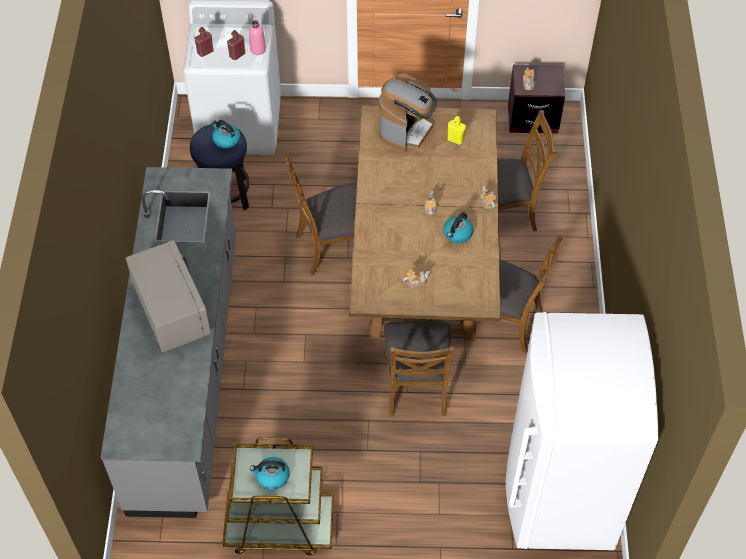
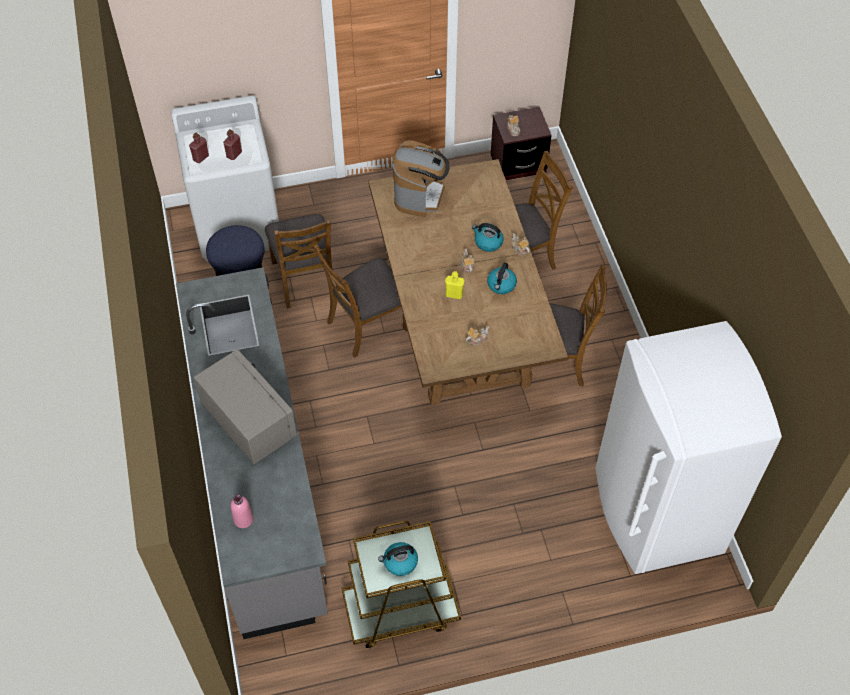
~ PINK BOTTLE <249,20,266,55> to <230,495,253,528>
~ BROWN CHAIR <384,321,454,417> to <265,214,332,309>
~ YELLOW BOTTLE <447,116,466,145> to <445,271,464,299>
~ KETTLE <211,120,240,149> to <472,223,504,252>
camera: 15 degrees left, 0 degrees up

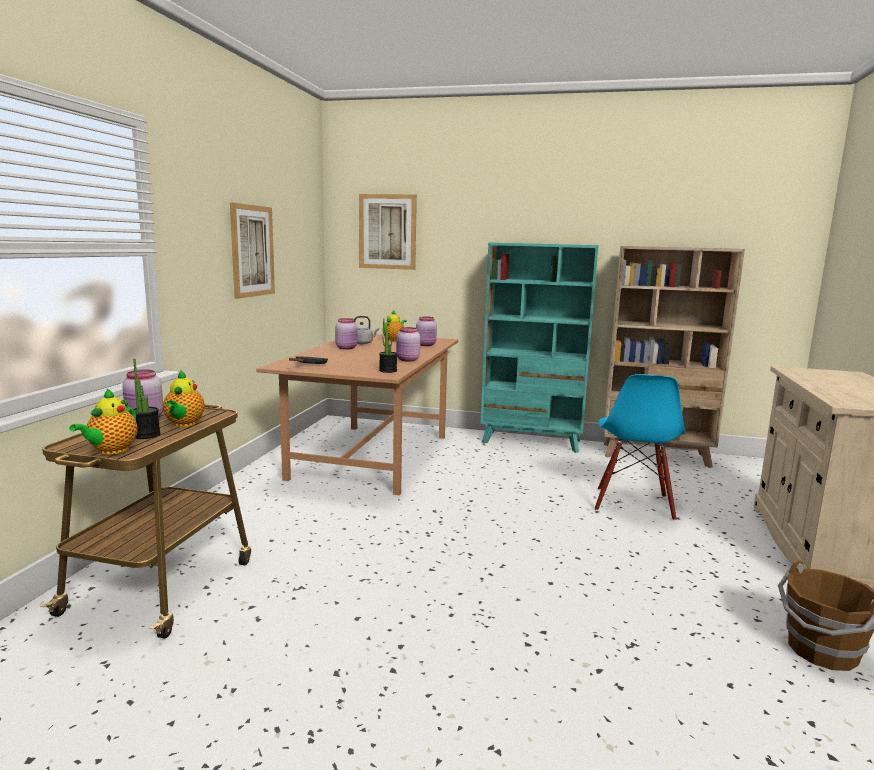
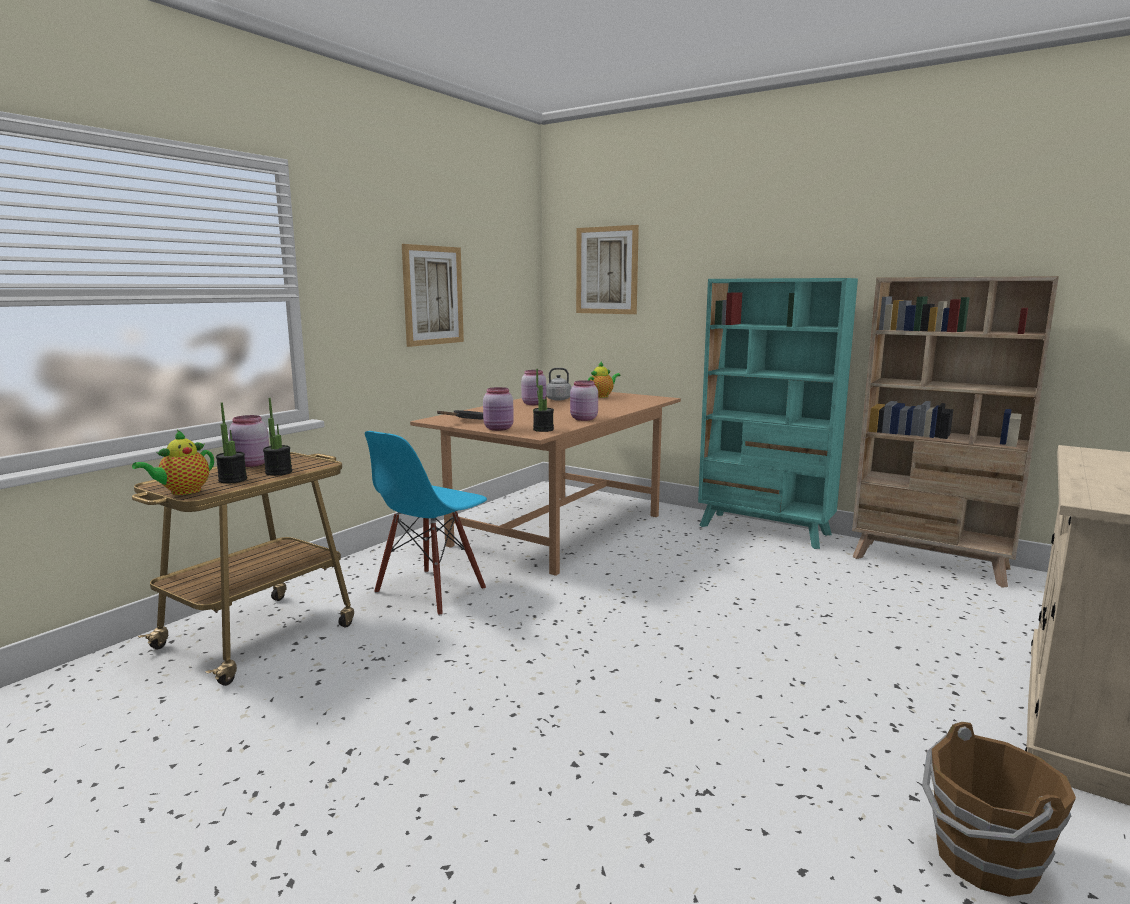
~ TEAPOT <163,370,205,427> to POTTED PLANT <263,398,292,476>
~ BLUE CHAIR <595,374,686,521> to <365,431,487,616>
~ PINK JAR <416,317,437,346> to <483,387,514,431>
camera: 20 degrees right, 0 degrees up

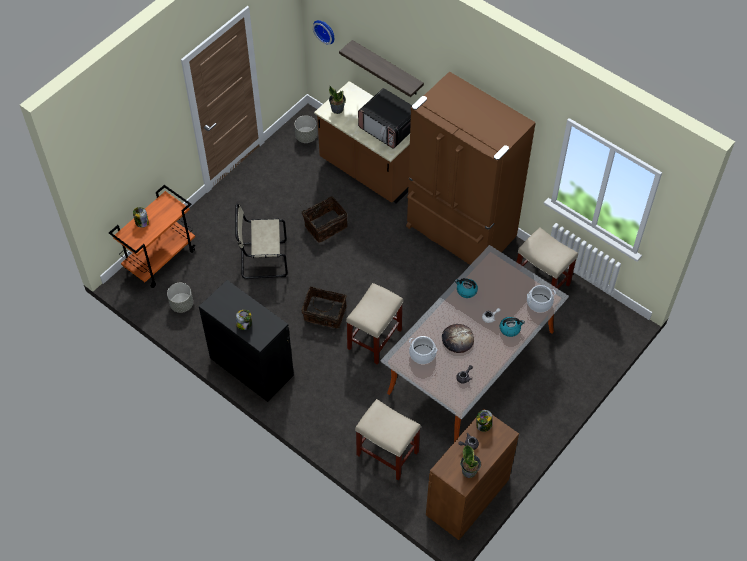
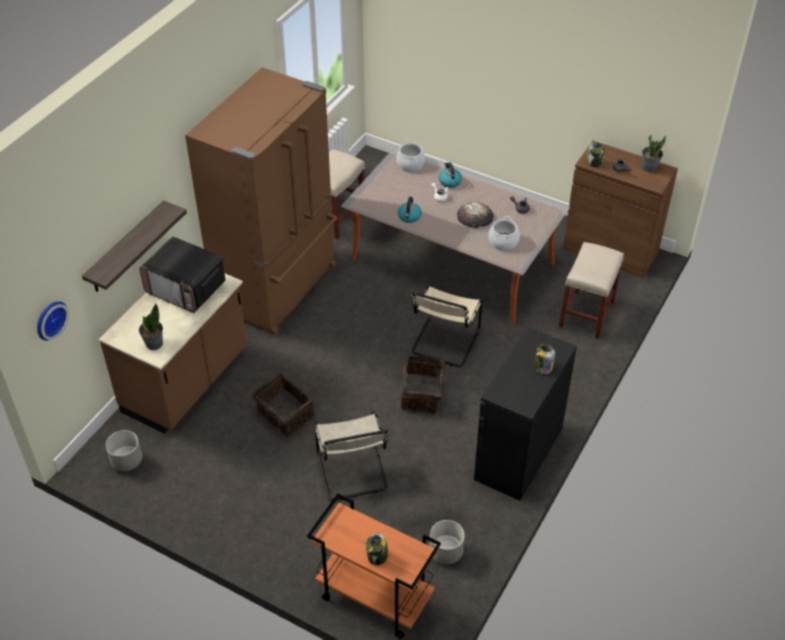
~ MICROWAVE <358,88,412,149> = <139,237,226,313> 90 degrees clockwise
~ BEIGE STOOL <346,283,403,365> to BEIGE CHAIR <411,284,483,367>
camera: 100 degrees left, 10 degrees down

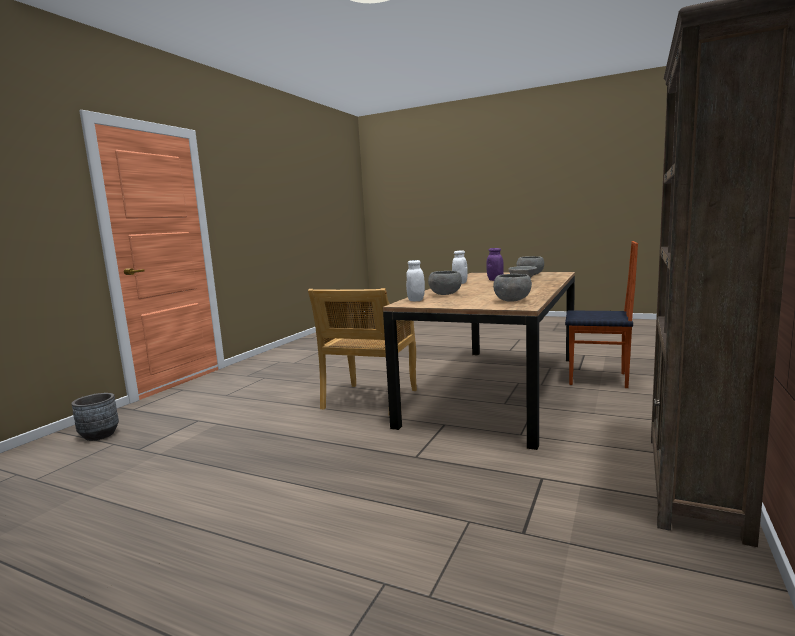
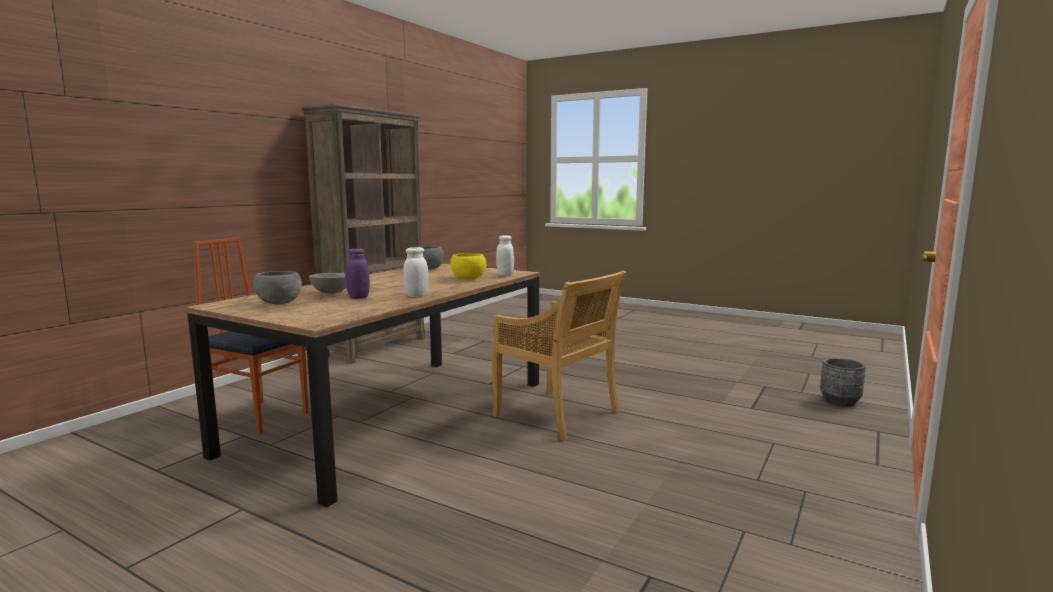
~ GREY BOWL <428,271,462,295> to YELLOW BOWL <450,253,486,280>
~ BEIGE CHAIR <308,288,417,410> = <492,271,627,441> 105 degrees clockwise
camera: 175 degrees left, 0 degrees up

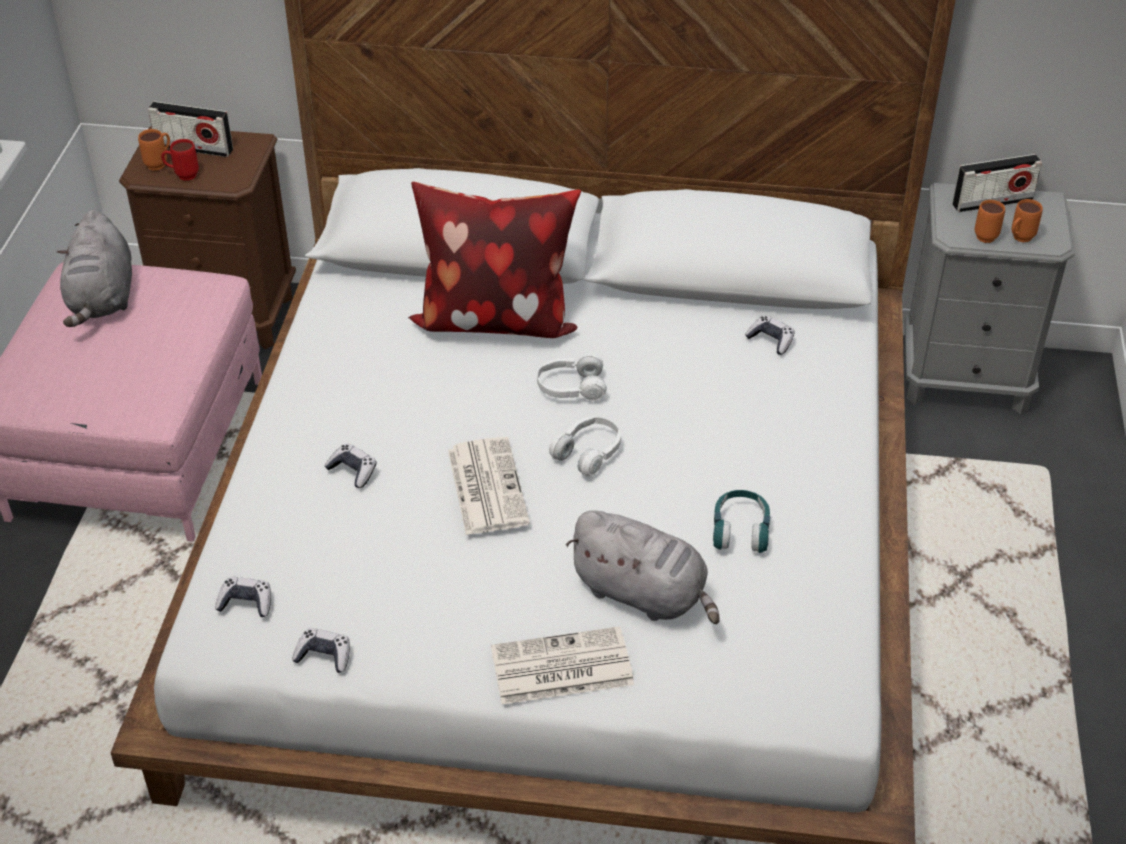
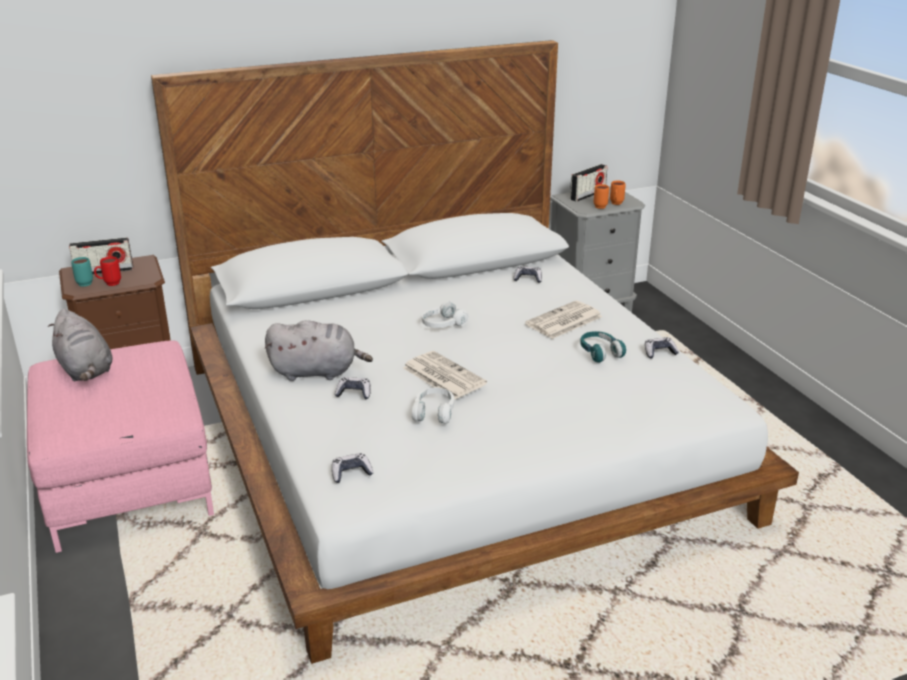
~ ORANGE MUG <138,129,170,171> to TURQUOISE MUG <71,257,93,287>
~ GREY PLUSH TOY <566,511,720,624> to <265,320,373,381>
~ WHITE HEADPHONES <549,417,621,476> to <412,388,454,424>
~ NEWSPAPER <491,627,634,704> to <525,301,603,339>
~ GAME CONTROLLER <292,628,350,673> to <645,337,679,358>
- PILLOW <408,181,581,338>
camera: 30 degrees left, 15 degrees down

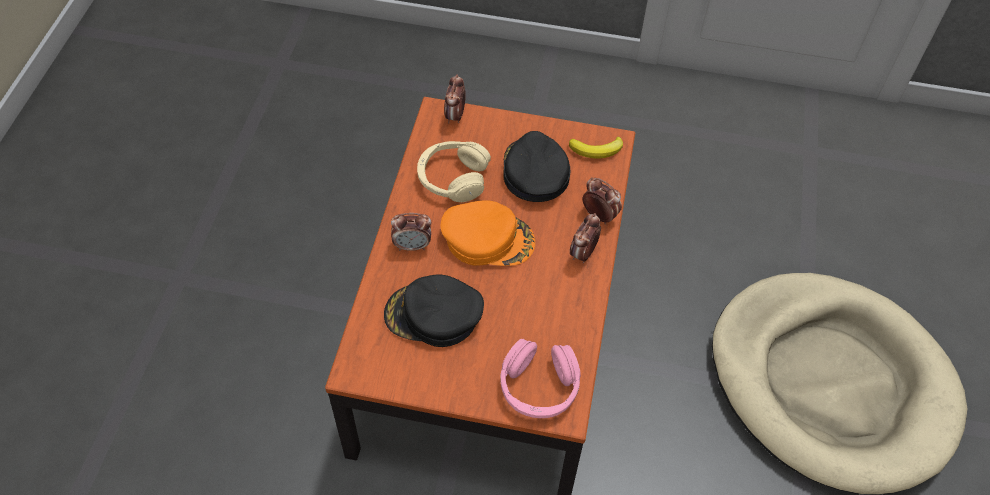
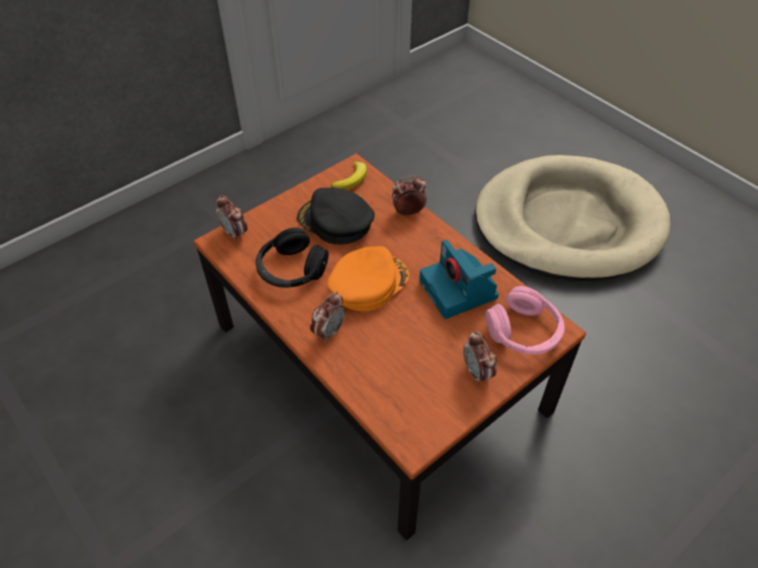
~ BEIGE HEADPHONES <417,141,491,202> to BLACK HEADPHONES <255,228,329,288>
+ PHOTO CAMERA <419,240,499,319>
~ ALARM CLOCK <570,213,601,263> to <463,331,497,384>
- BLACK CAP <384,274,484,347>
camera: 50 degrees left, 5 degrees down

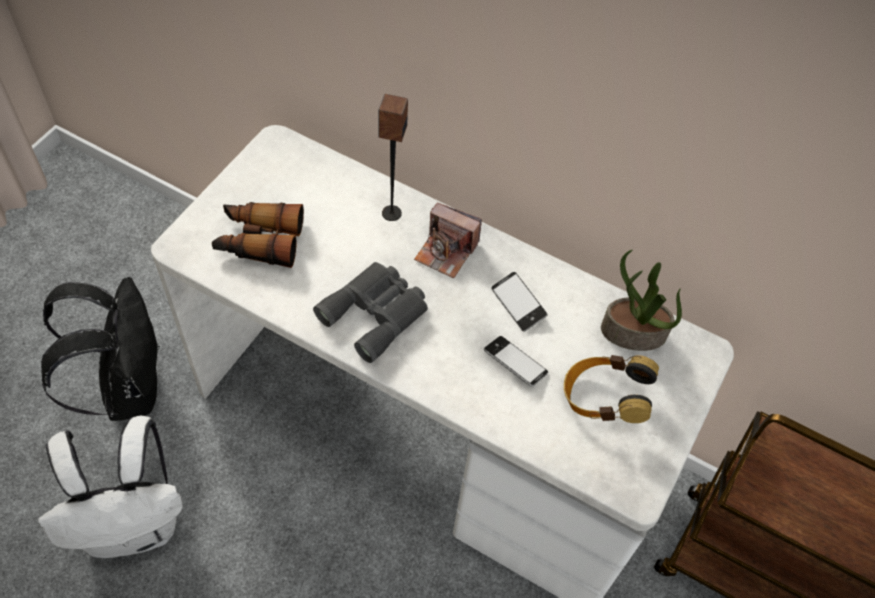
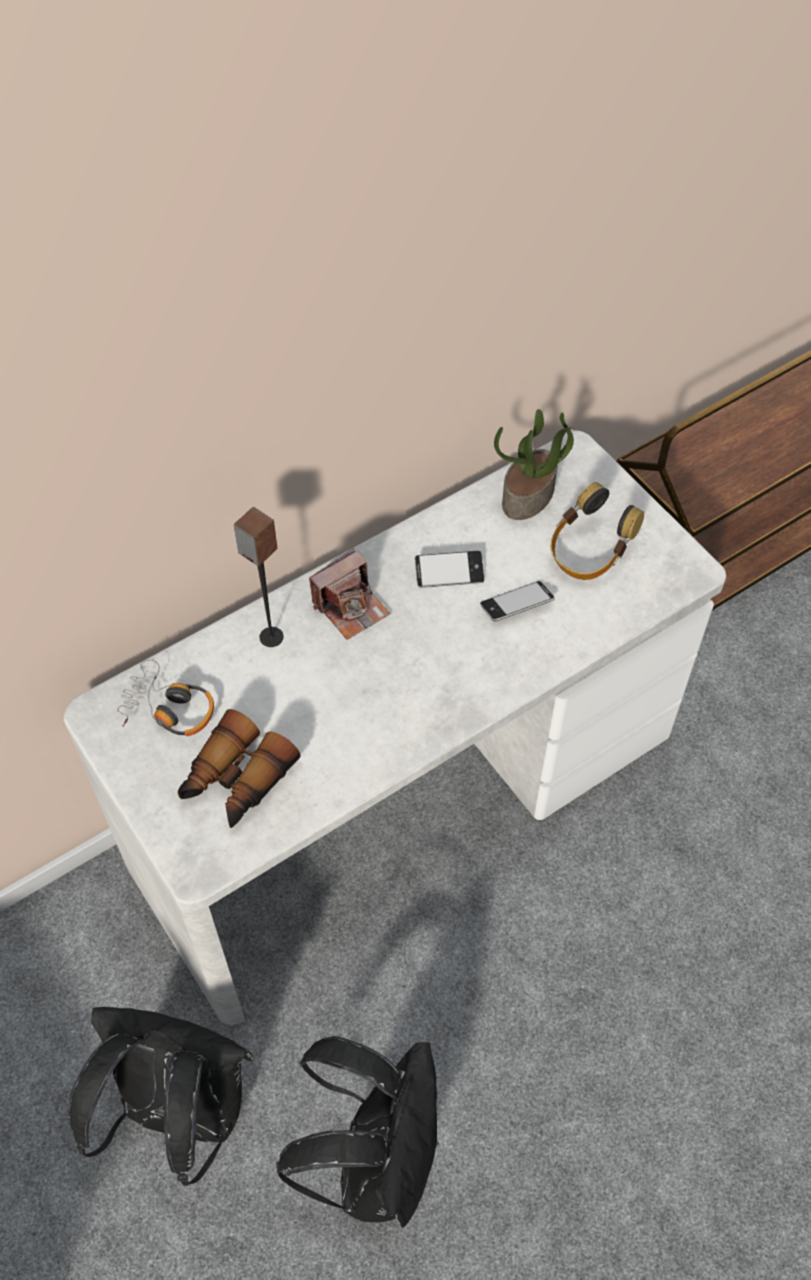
+ HEADPHONES <117,660,214,736>
~ WHITE BACKPACK <38,416,183,558> to BLACK BACKPACK <276,1036,440,1228>
- GREY BINOCULARS <313,262,428,363>
camera: 60 degrees left, 0 degrees up

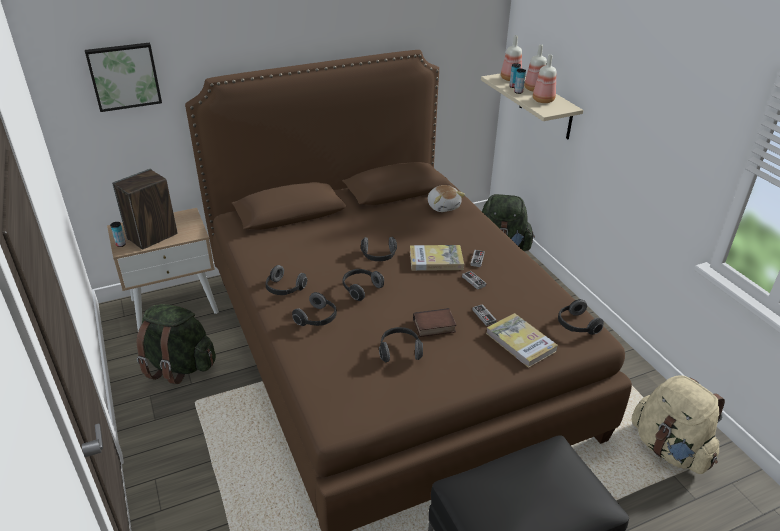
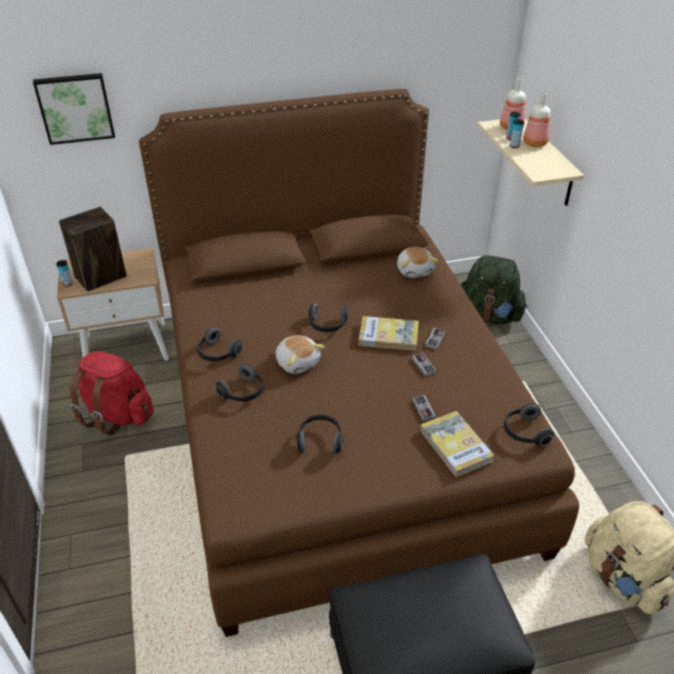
~ GREEN BACKPACK <137,304,216,384> to RED BACKPACK <70,351,154,435>
~ HEADPHONES <342,269,384,301> to PLUSH TOY <276,335,325,374>
- BOOK <413,308,457,337>
- BOTTLE <533,55,556,103>
camera: 10 degrees right, 5 degrees up

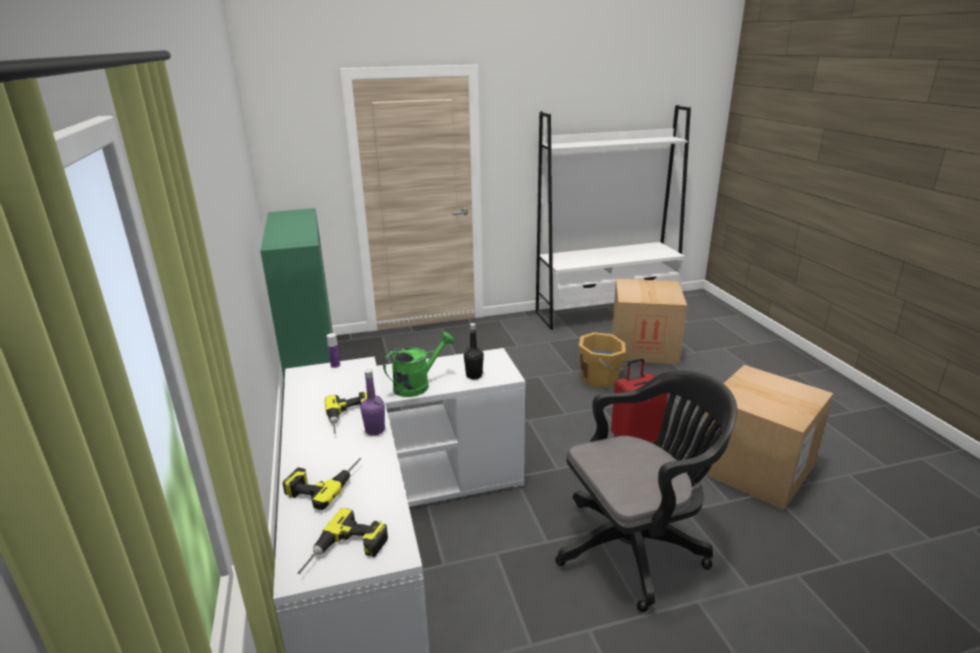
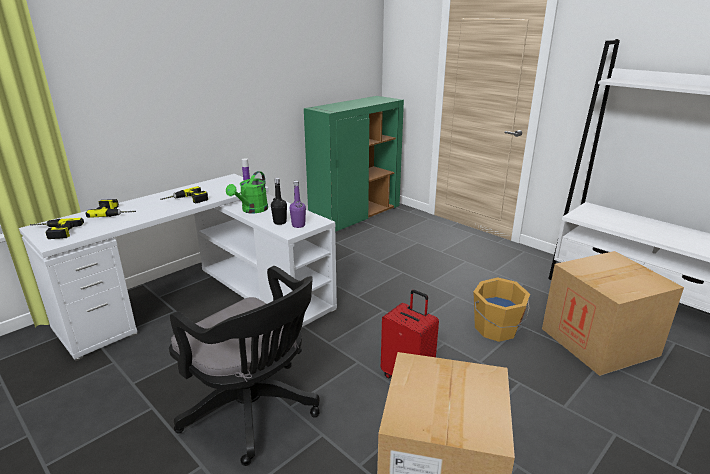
~ GREEN WATERING CAN <383,332,454,397> = <226,171,268,213> 90 degrees clockwise
~ PURPLE BOTTLE <360,369,385,436> to <290,181,306,228>
camera: 60 degrees right, 0 degrees up

